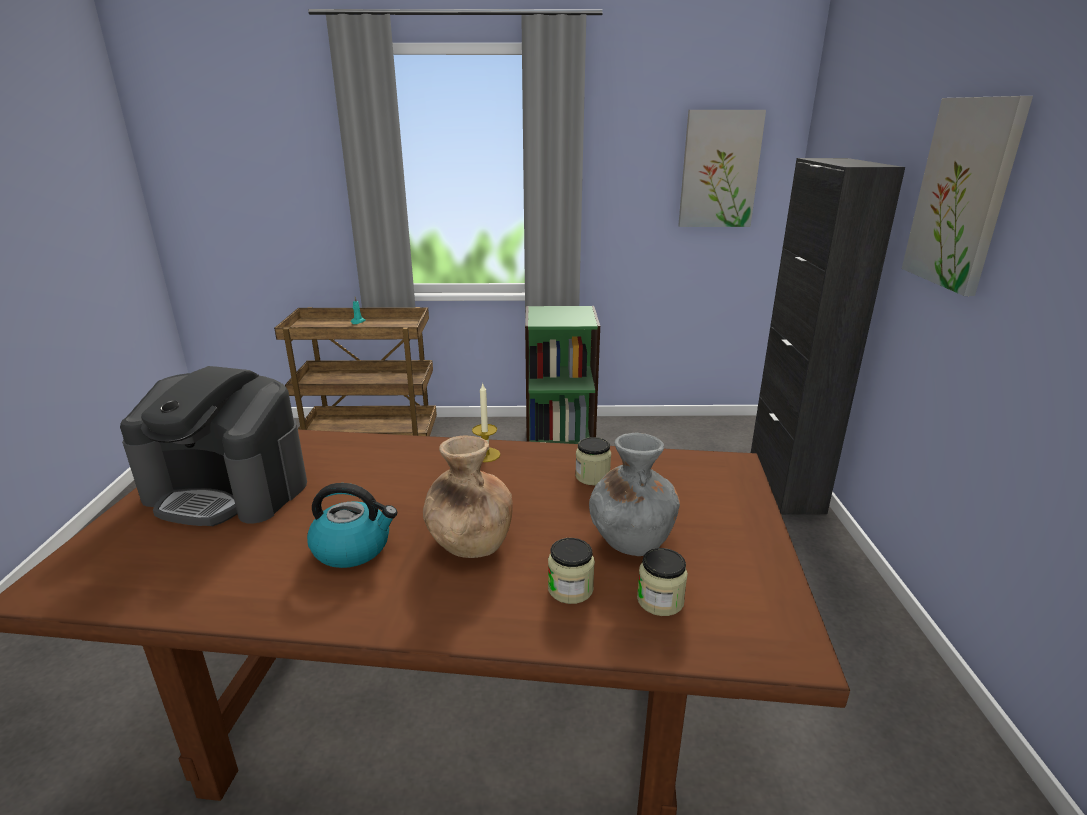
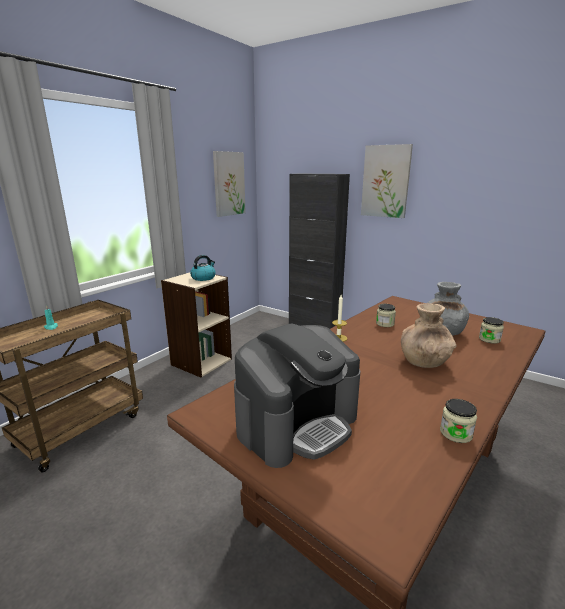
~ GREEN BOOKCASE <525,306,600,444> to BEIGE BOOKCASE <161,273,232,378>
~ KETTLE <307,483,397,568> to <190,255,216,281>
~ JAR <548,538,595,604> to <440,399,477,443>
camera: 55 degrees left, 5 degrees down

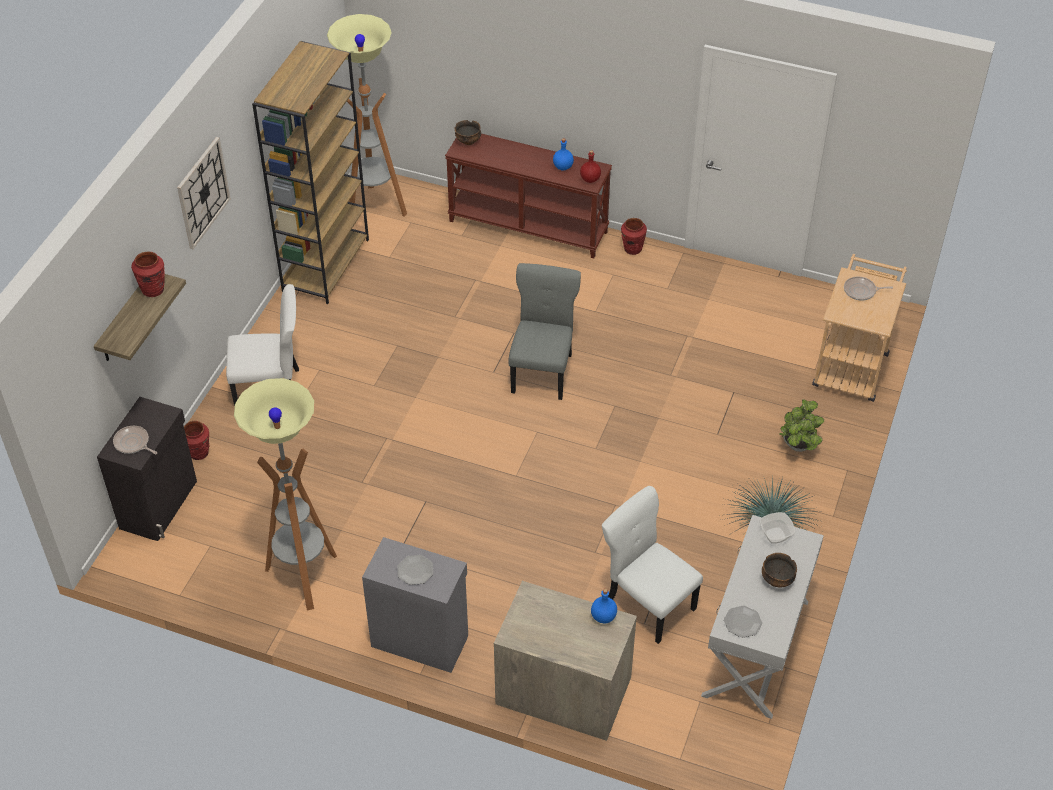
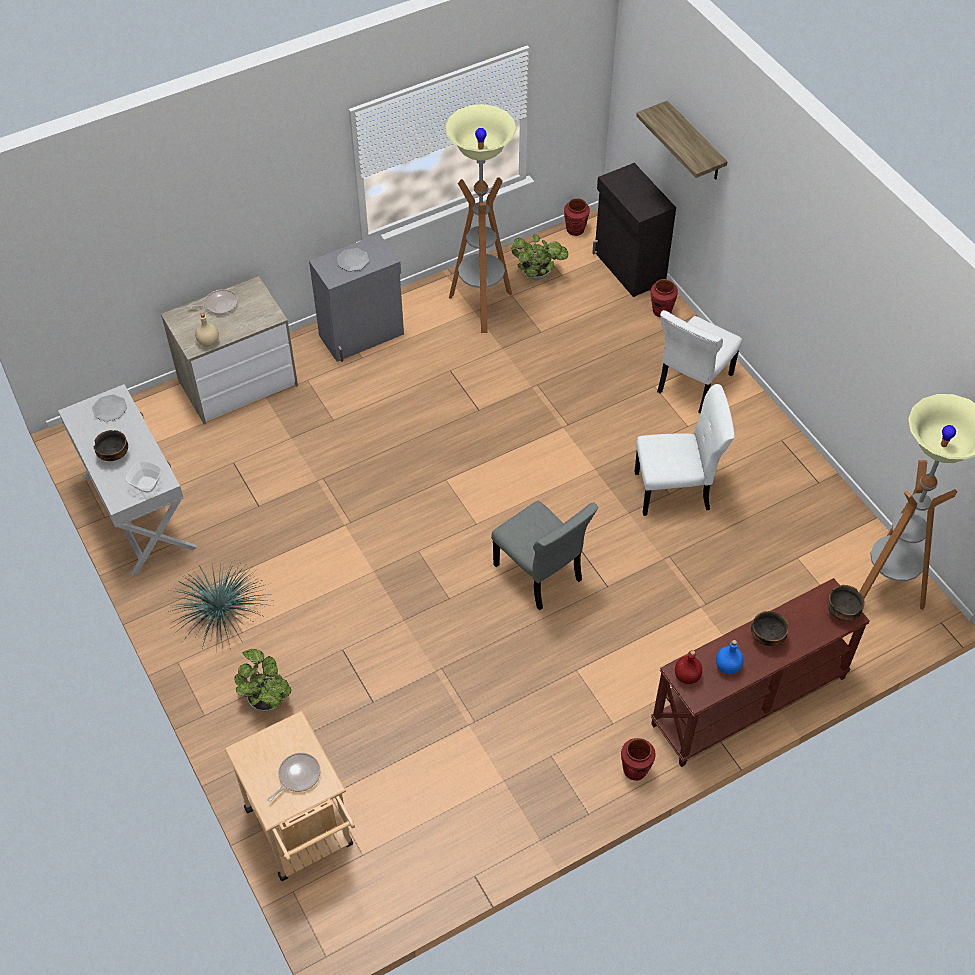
~ FRYING PAN <113,426,157,454> to <188,289,238,315>
~ BLUE BOTTLE <591,589,617,623> to BEIGE BOTTLE <195,313,219,347>
+ POTTED PLANT <511,234,568,280>
~ RED VASE <131,252,165,297> to <564,198,590,236>
~ WHITE CHAIR <602,486,703,644> to <635,384,734,516>
+ BOWL <751,611,789,646>
- WALL CLOCK <177,137,231,249>
- BROWN BOOKCASE <252,41,369,304>
camera: 130 degrees right, 5 degrees up

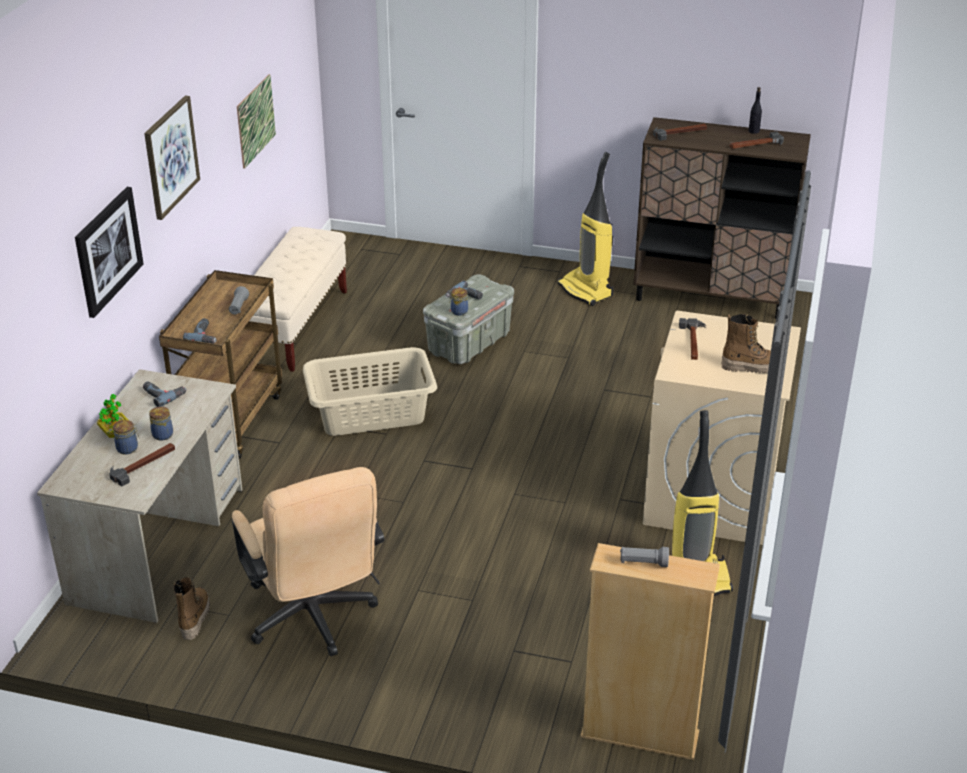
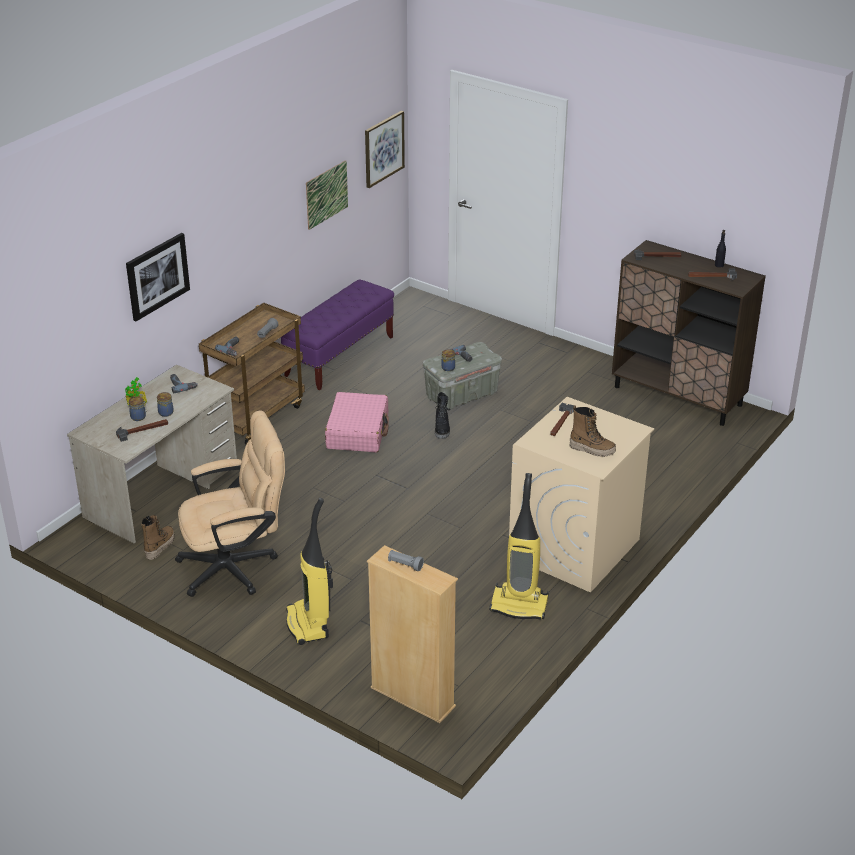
~ BEIGE OFFICE CHAIR <232,467,384,656> = <175,411,285,597> 105 degrees counterclockwise
~ BEIGE BENCH <250,227,347,372> to PURPLE BENCH <281,279,394,390>
~ VACUUM CLEANER <558,152,614,306> to <286,498,333,645>
~ BEIGE LAUNDRY BASKET <303,347,437,436> to PINK SUITCASE <325,392,389,453>
~ PICTURE <144,96,200,220> to <365,111,405,188>
+ BLACK BOOT <435,392,450,439>
camera: 20 degrees right, 0 degrees up

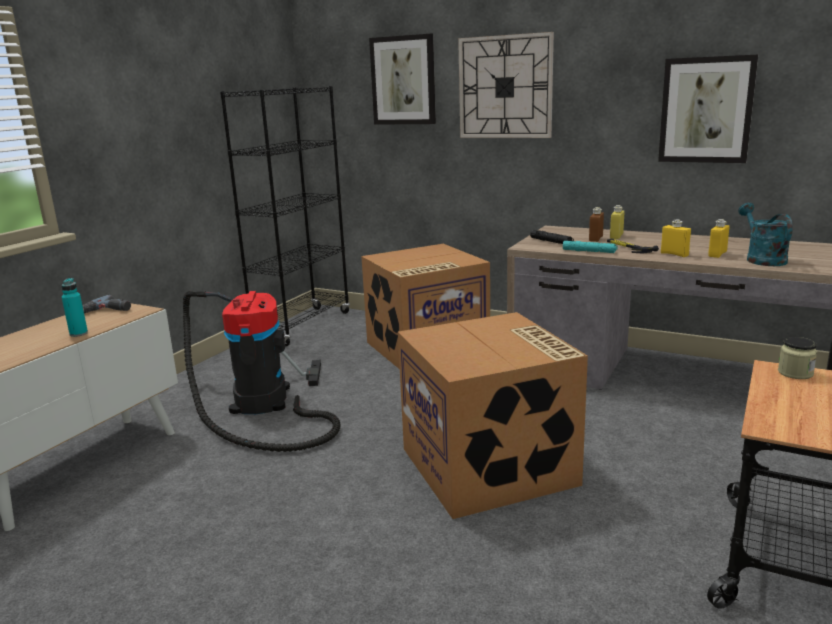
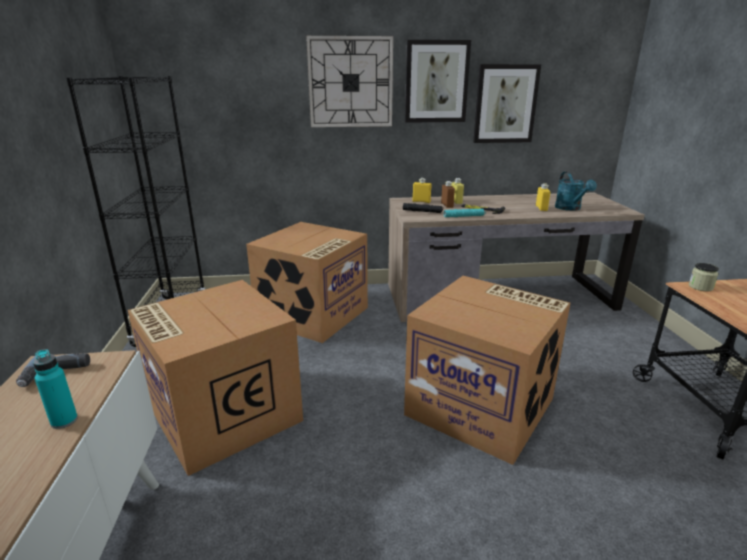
~ VACUUM CLEANER <183,290,341,452> to CARDBOARD BOX <128,280,303,476>
~ PICTURE <369,34,436,125> to <405,40,471,123>
~ YELLOW BOTTLE <661,220,691,257> to <412,178,431,203>
~ TURQUOISE WATERING CAN <738,203,793,266> = <555,172,597,211> 150 degrees counterclockwise
camera: 35 degrees left, 5 degrees up

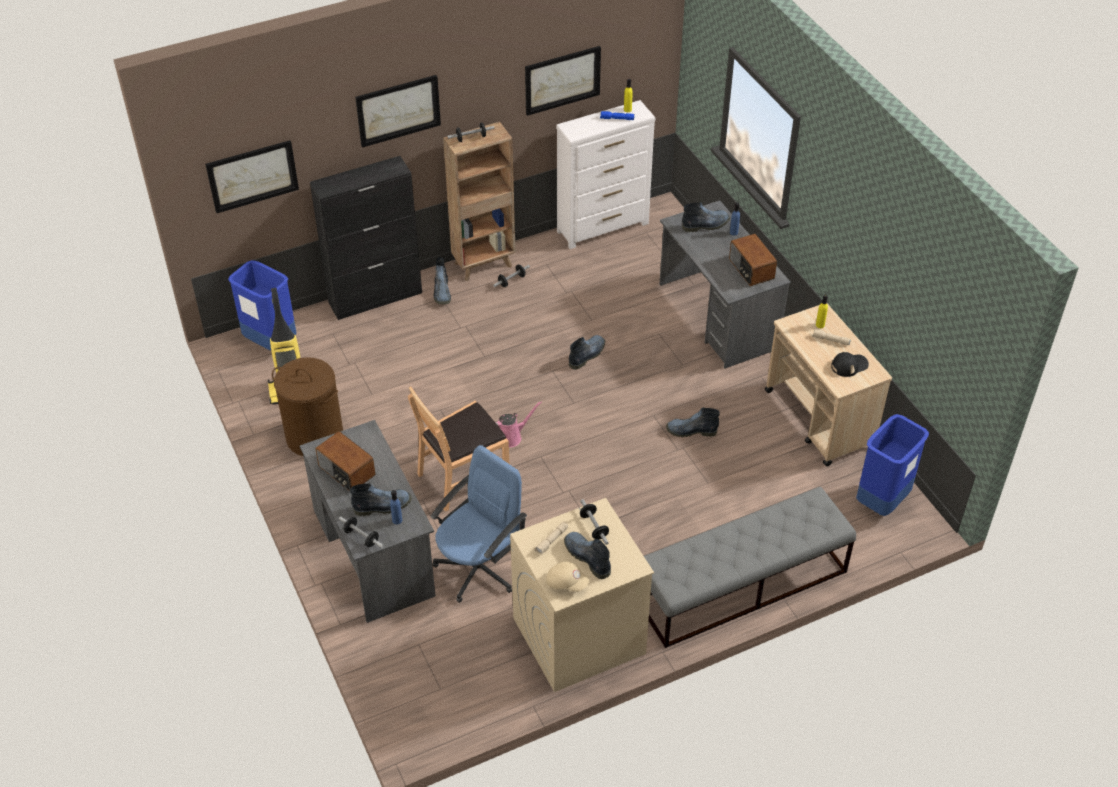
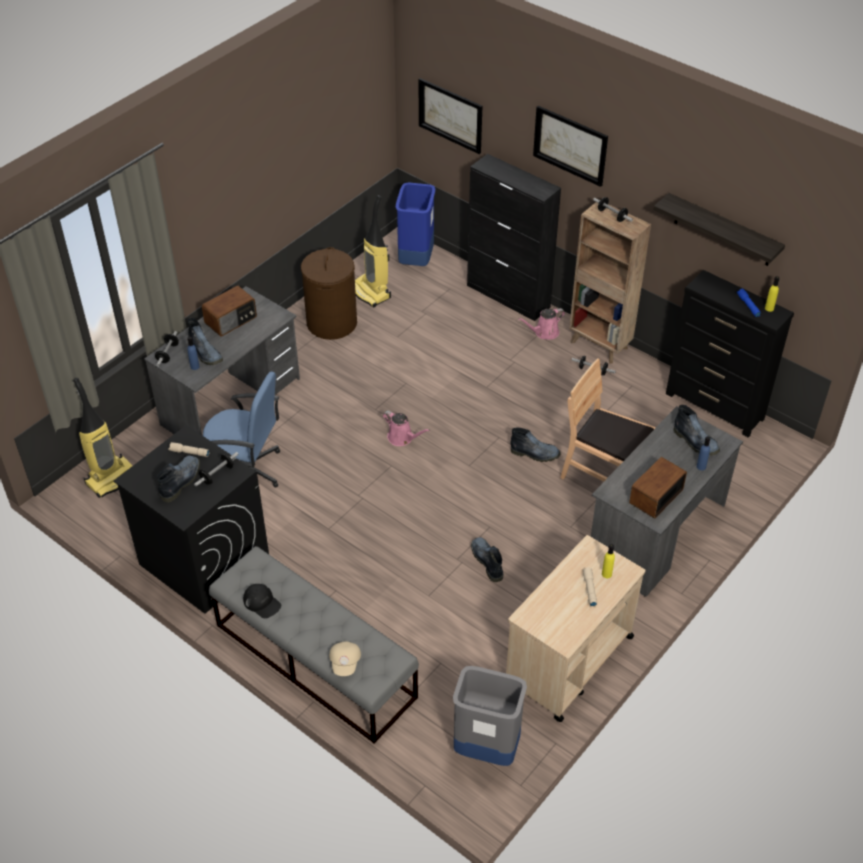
+ VACUUM CLEANER <73,378,132,498>
~ BEIGE WASHING MACHINE <510,498,654,692> to BLACK WASHING MACHINE <114,425,269,614>
~ RADIO <315,431,375,491> = <202,286,257,337> 150 degrees counterclockwise
~ BLACK CAP <831,352,869,377> to <243,584,281,618>
~ BEIGE CAP <546,562,589,592> to <329,641,361,676>
~ BLUE TRASH CAN <856,414,929,516> to GREY TRASH CAN <453,666,527,766>
~ BOOT <434,257,451,304> to PINK WATERING CAN <518,308,565,339>
~ BROWN CHAIR <408,386,509,512> to <560,358,656,482>
~ PICTURE <525,46,601,116> to SHELF <653,193,785,266>
~ WHITE DRESSER <556,100,655,249> to BLACK DRESSER <666,270,794,438>
camera: 65 degrees right, 0 degrees up

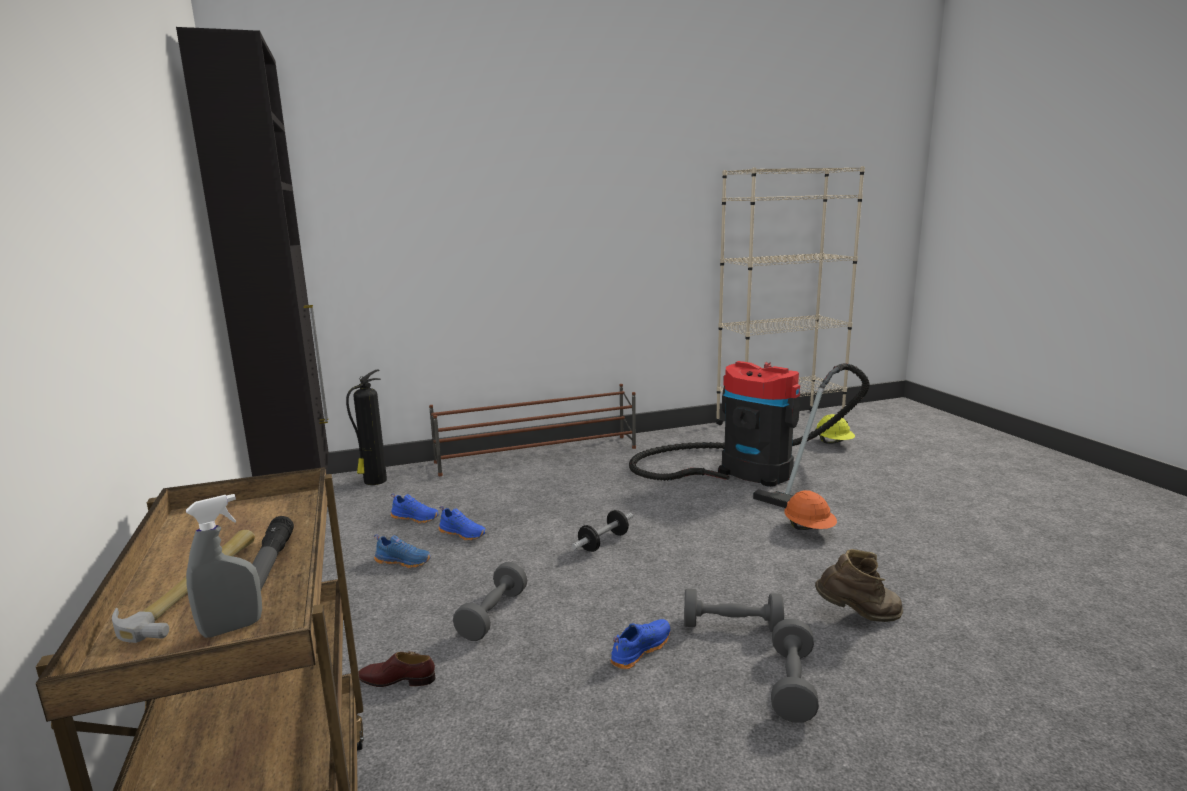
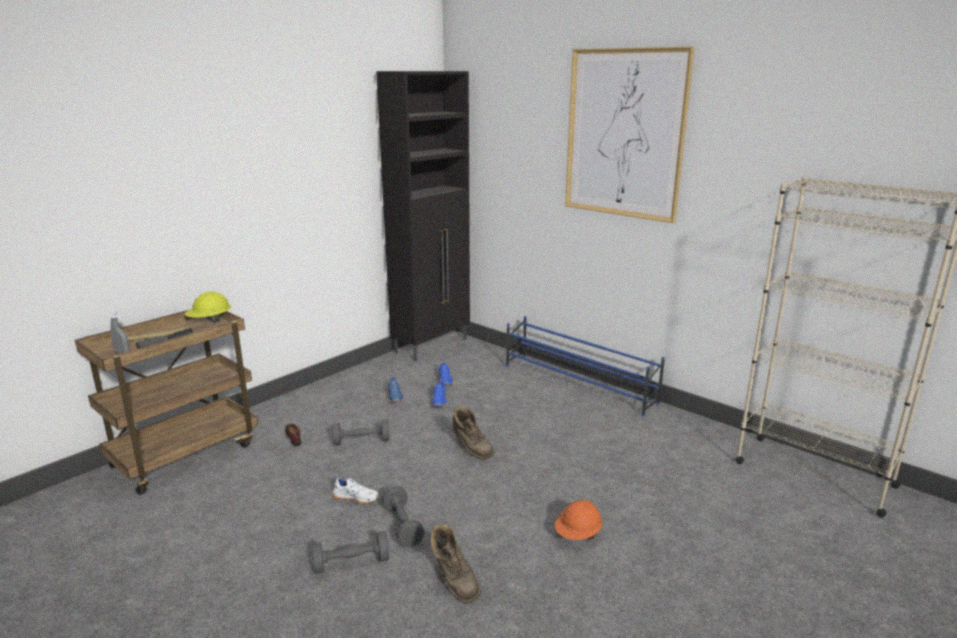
~ YELLOW HARD HAT <816,414,855,444> to <185,291,231,322>
~ BLUE SHOE <610,619,670,669> to WHITE SHOE <332,476,379,505>
~ DUMBBELL <572,510,633,552> to BROWN BOOT <453,407,495,460>
~ BROWN SHOE RACK <429,384,636,476> to BLUE SHOE RACK <506,316,665,417>
+ PICTURE <565,46,695,223>
- FIRE EXTINGUISHER <346,369,387,485>
- VACUUM CLEANER <629,361,869,508>
camera: 60 degrees right, 5 degrees up

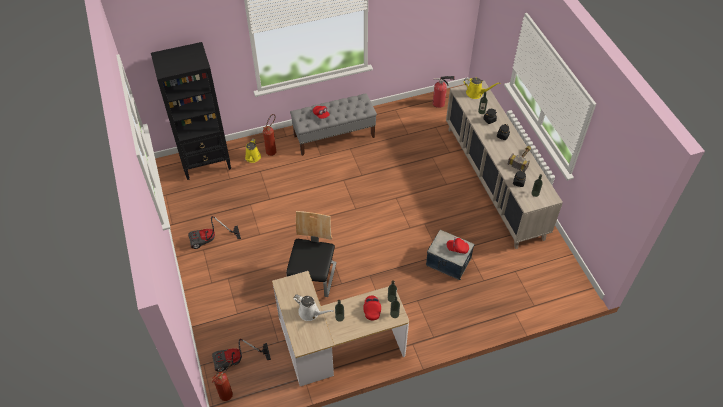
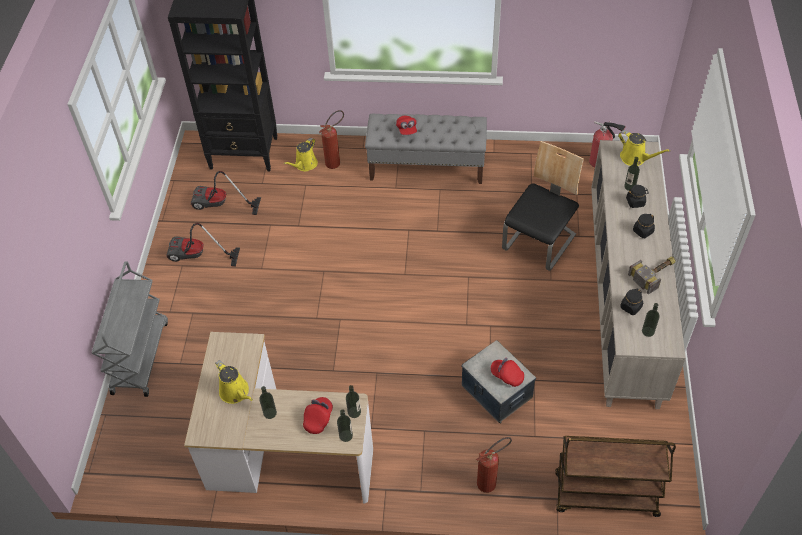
+ GREY CART <92,261,168,397>
~ VACUUM CLEANER <212,339,271,372> to <191,171,261,215>
~ WHITE WATERING CAN <293,295,334,321> to YELLOW WATERING CAN <215,360,253,404>
~ FIRE EXTINGUISHER <212,360,233,401> to <476,437,512,493>
~ CHAIR <286,211,337,297> to <502,141,584,271>
+ BROWN CART <555,436,676,517>
camera: 25 degrees right, 0 degrees up

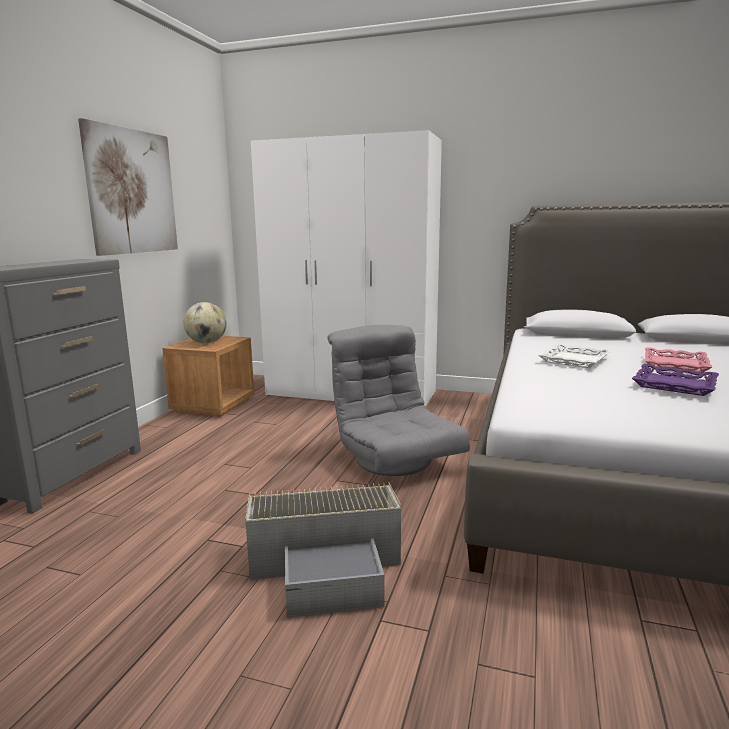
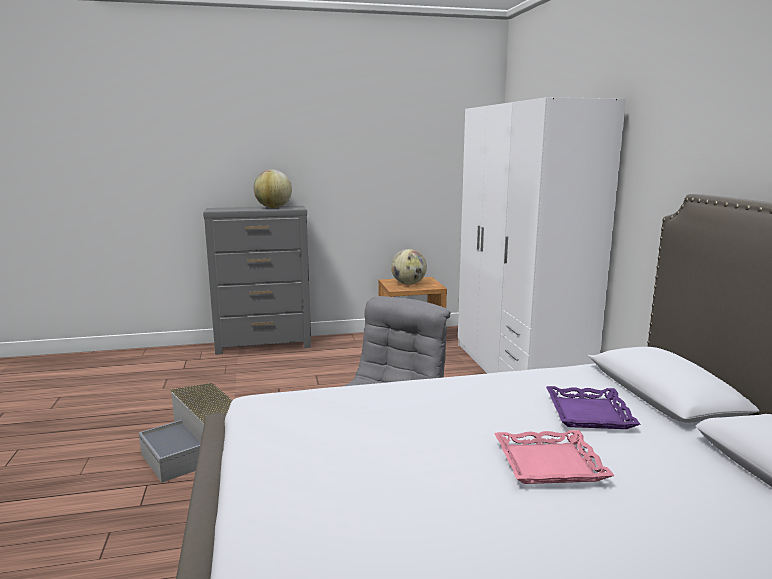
+ GLOBE <253,170,292,208>
~ PURPLE TRAY <632,364,719,396> to <546,386,640,429>
- PICTURE <78,118,178,256>
- WHITE TRAY <539,343,611,368>
camera: 60 degrees right, 0 degrees up

